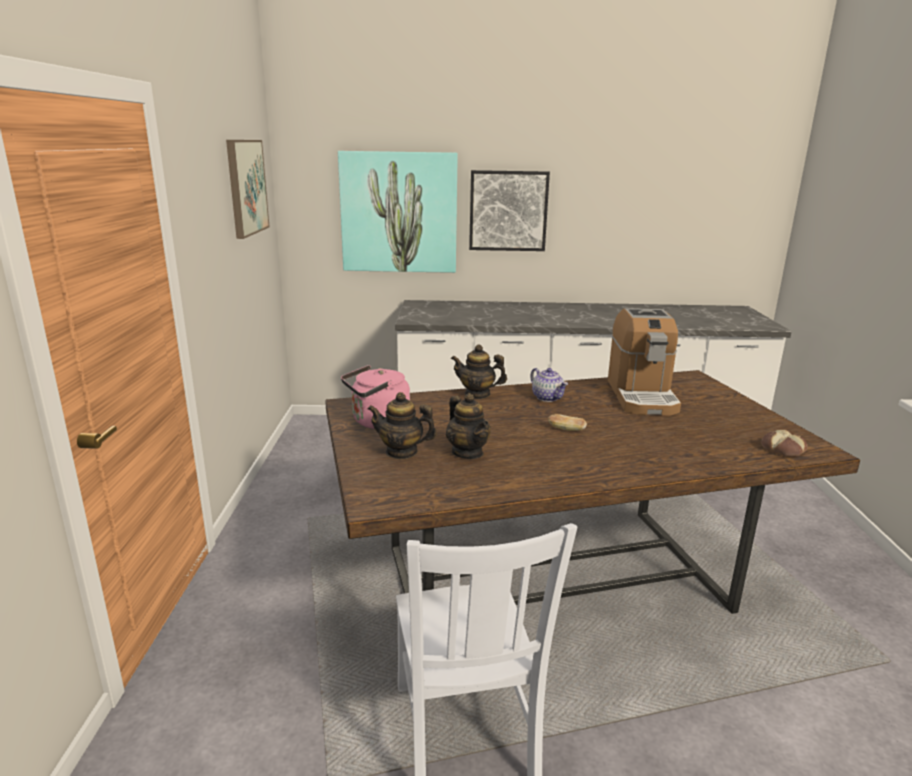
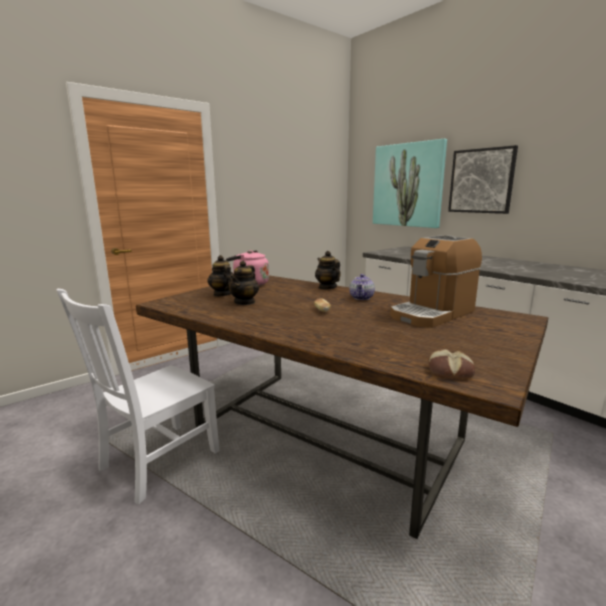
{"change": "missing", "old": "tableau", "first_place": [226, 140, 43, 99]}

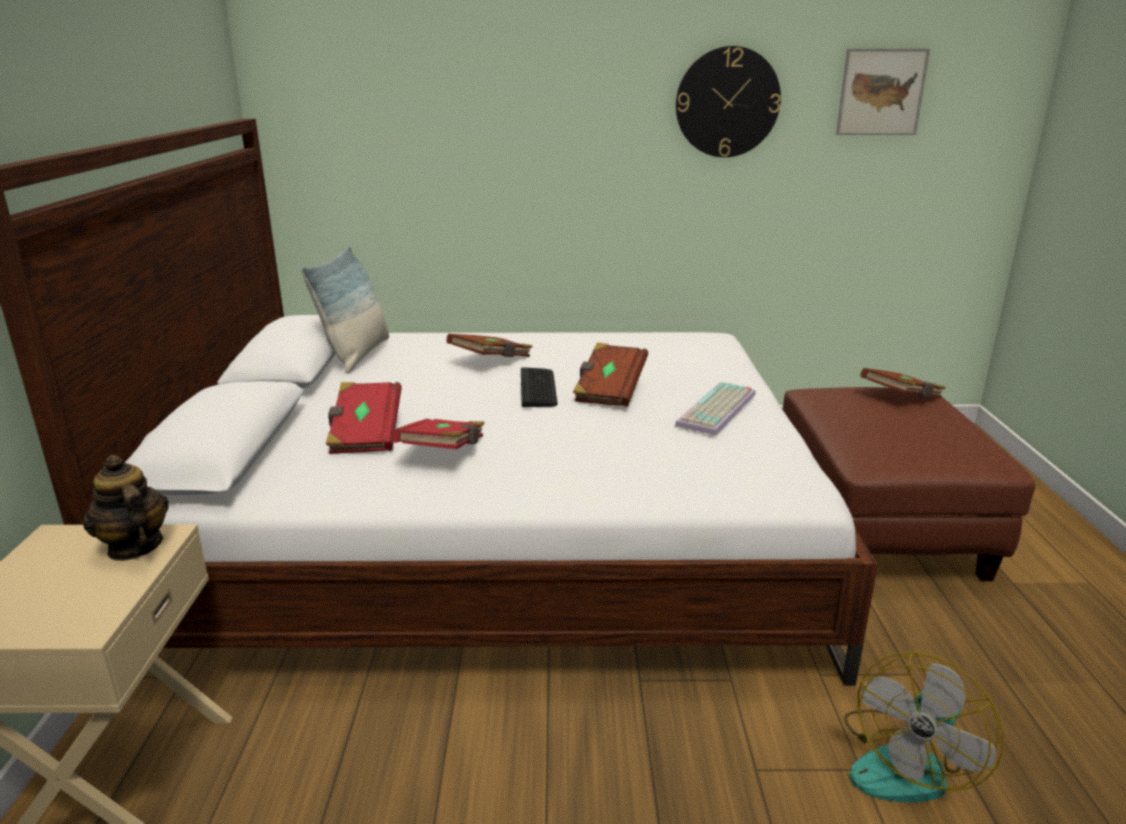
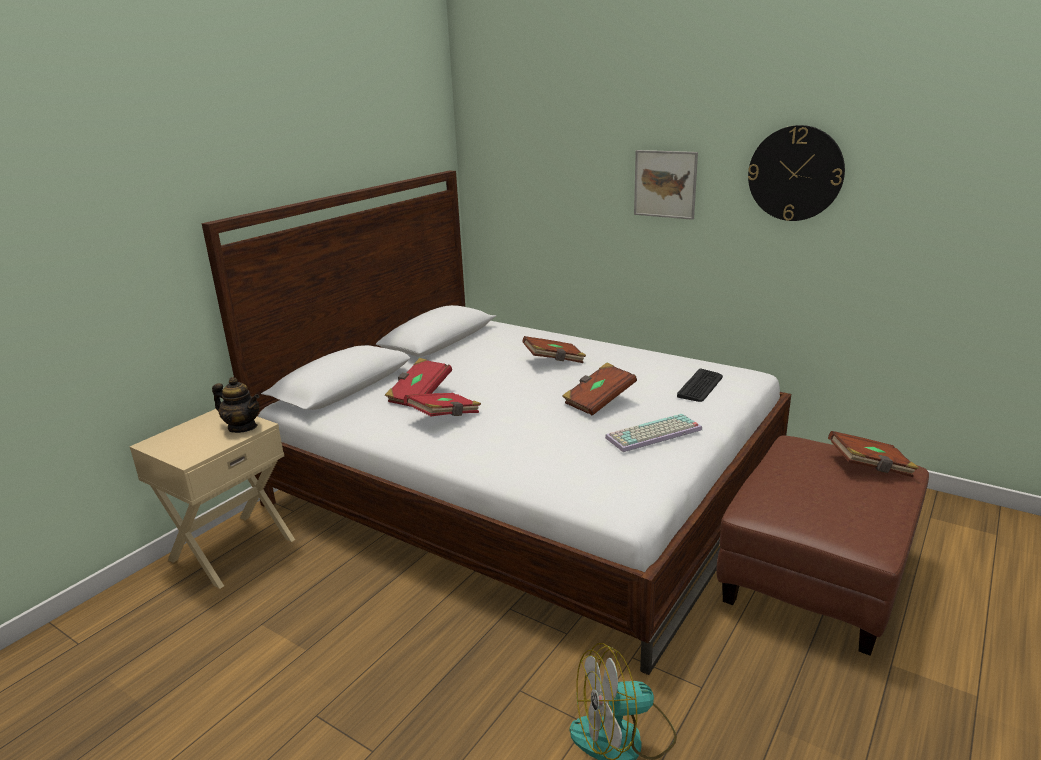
{"change": "spun", "old": "théière", "first_place": [83, 455, 86, 106], "second_place": [212, 377, 48, 56], "degrees": 120}
{"change": "missing", "old": "coussin", "first_place": [301, 247, 88, 126]}
{"change": "relocated", "old": "clavier", "first_place": [521, 367, 37, 40], "second_place": [677, 369, 46, 33]}
{"change": "relocated", "old": "tableau", "first_place": [836, 48, 94, 87], "second_place": [634, 150, 64, 70]}

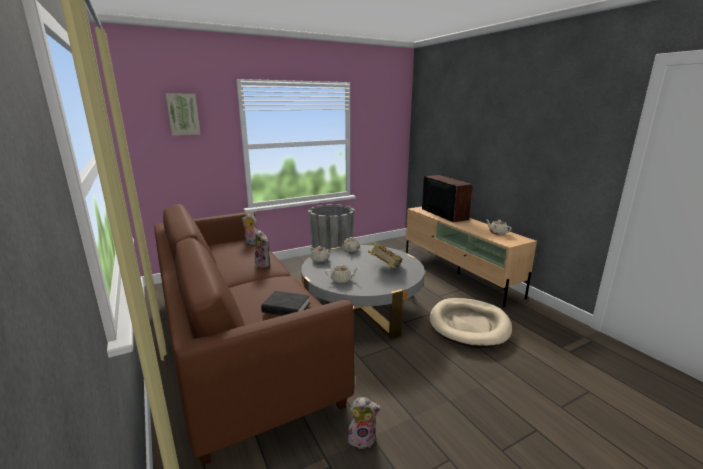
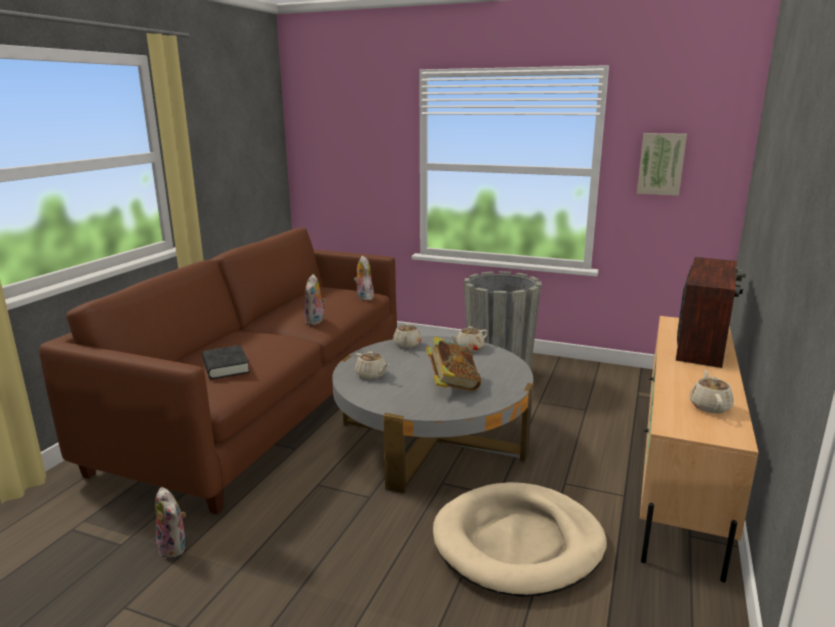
{"change": "relocated", "old": "tableau", "first_place": [165, 93, 35, 43], "second_place": [637, 133, 50, 63]}

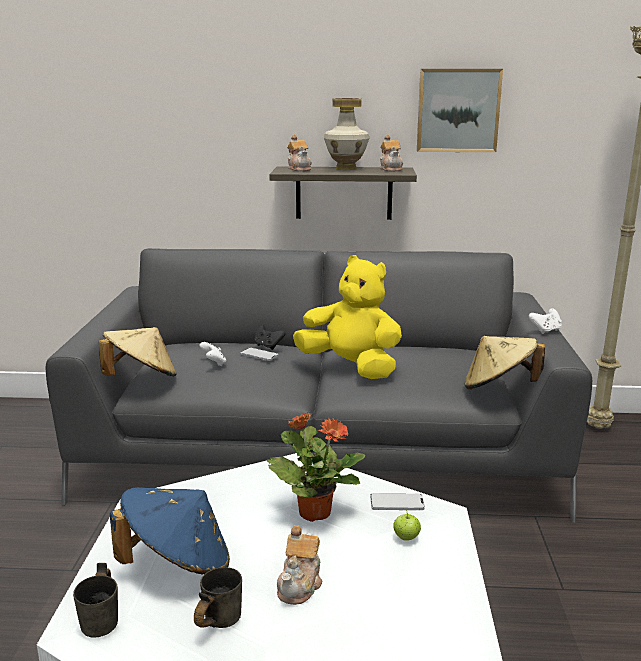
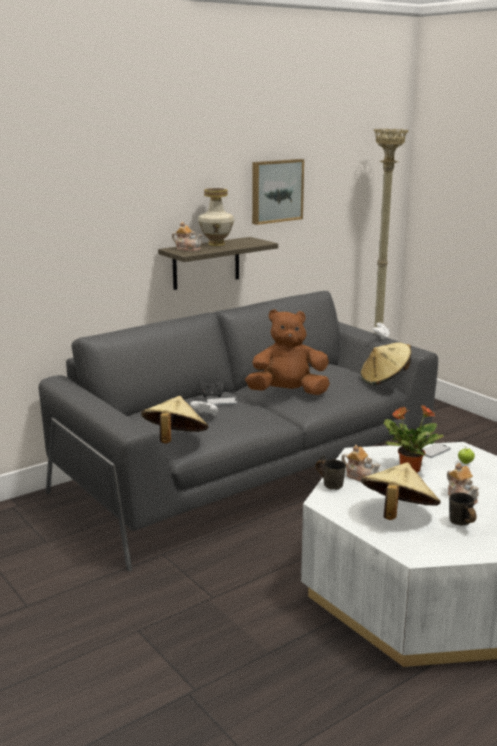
{"change": "relocated", "old": "mug/gris", "first_place": [73, 563, 45, 75], "second_place": [316, 455, 30, 35]}
{"change": "colour", "old": "chapeau/bleu", "new": "chapeau/beige", "first_place": [110, 487, 120, 88], "second_place": [361, 462, 80, 58]}
{"change": "colour", "old": "peluche/jaune", "new": "peluche/marron", "first_place": [293, 255, 109, 124], "second_place": [245, 309, 85, 86]}
{"change": "relocated", "old": "théière", "first_place": [380, 134, 23, 37], "second_place": [341, 445, 39, 37]}

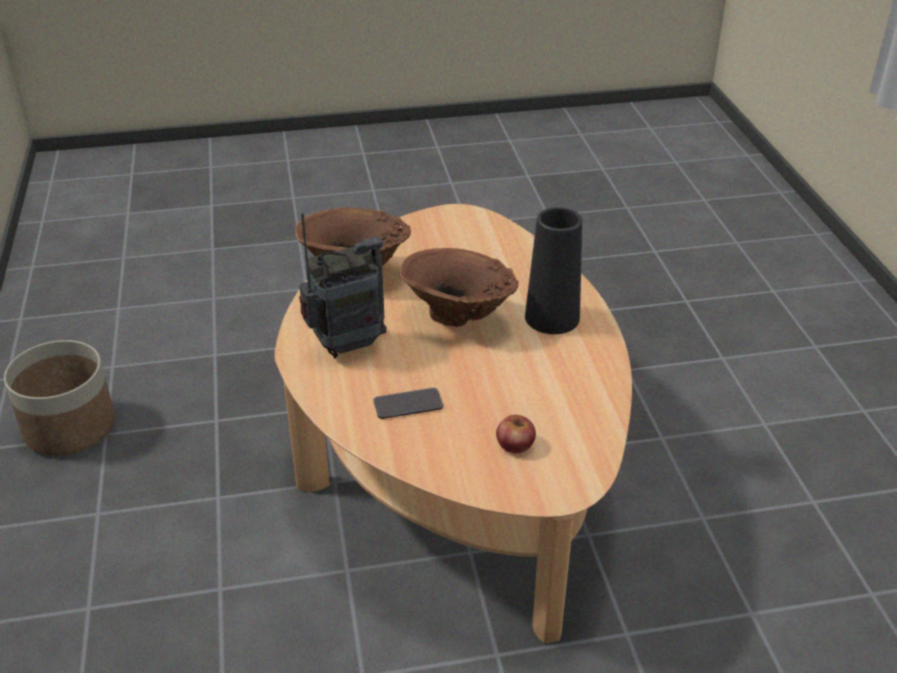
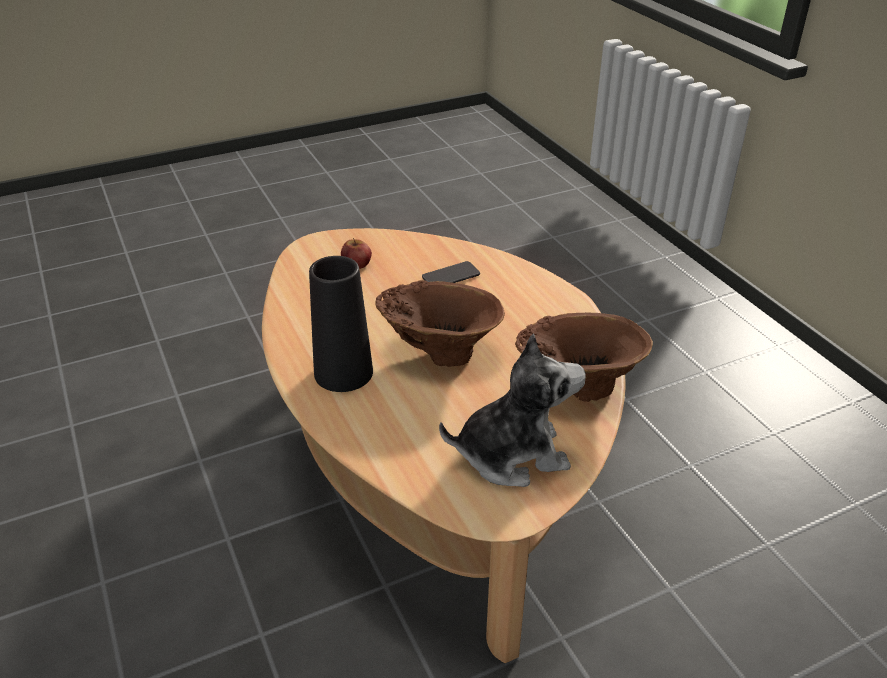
{"change": "missing", "old": "cache-pot", "first_place": [4, 340, 111, 116]}
{"change": "missing", "old": "radio", "first_place": [299, 212, 88, 147]}
{"change": "appeared", "new": "peluche", "second_place": [439, 334, 147, 153]}

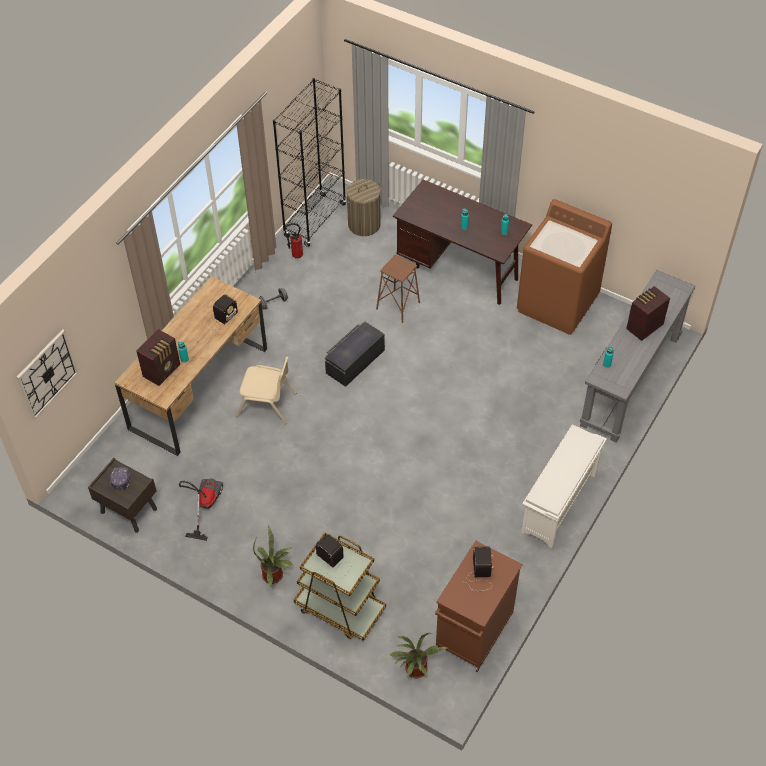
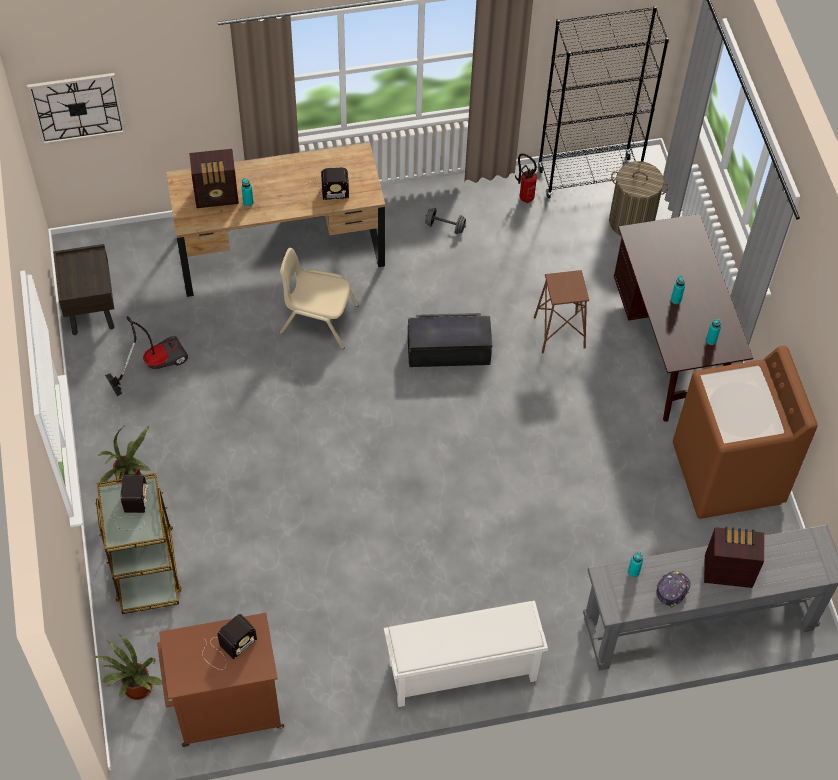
{"change": "relocated", "old": "casquette", "first_place": [109, 467, 21, 23], "second_place": [656, 571, 35, 37]}
{"change": "spun", "old": "chaise/beige", "first_place": [236, 356, 60, 68], "second_place": [280, 248, 79, 101], "degrees": 135}

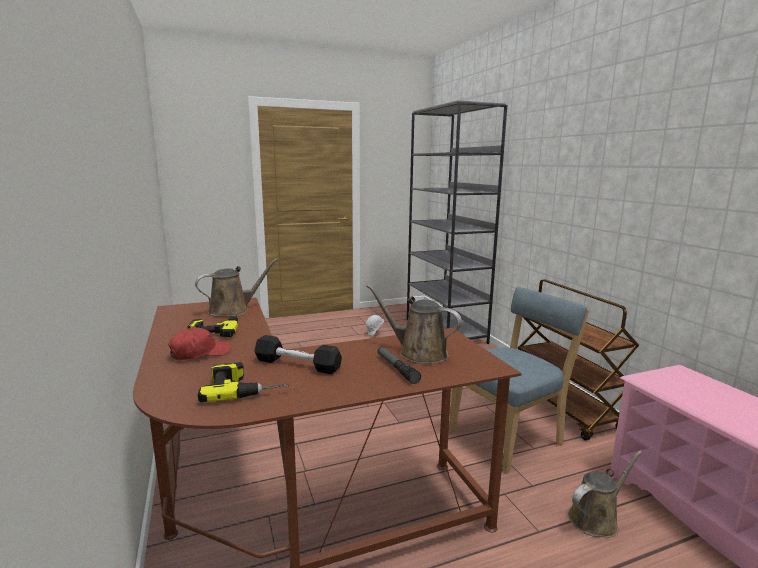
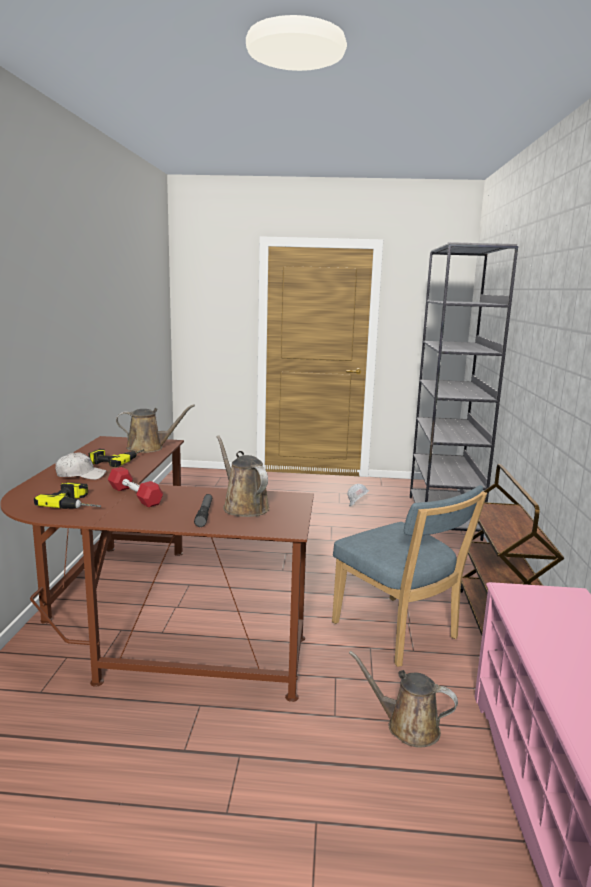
{"change": "colour", "old": "casquette/rouge", "new": "casquette/blanc", "first_place": [168, 327, 63, 33], "second_place": [55, 452, 52, 28]}
{"change": "colour", "old": "haltère/noir", "new": "haltère/rouge", "first_place": [254, 335, 88, 39], "second_place": [108, 467, 55, 40]}
{"change": "spun", "old": "chaise/bleu", "first_place": [449, 287, 140, 186], "second_place": [332, 485, 155, 182], "degrees": 60}
{"change": "spun", "old": "arrosoir/marron", "first_place": [568, 451, 74, 87], "second_place": [349, 650, 109, 97], "degrees": -150}

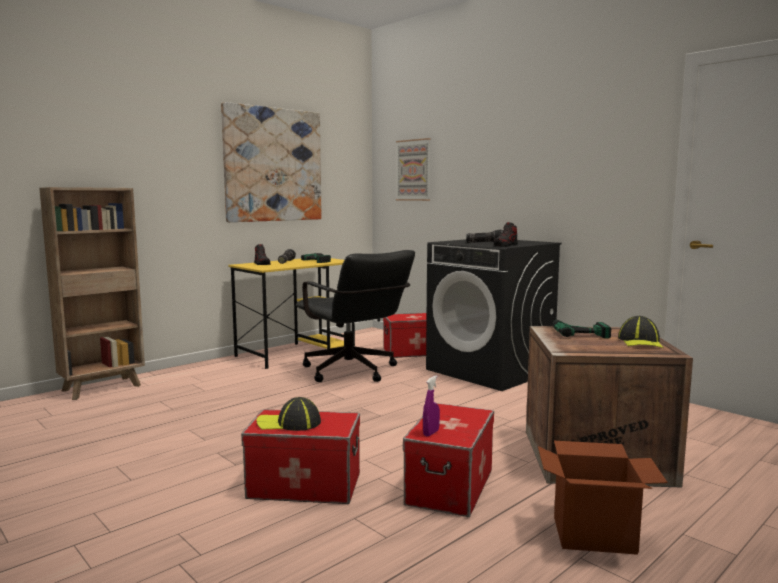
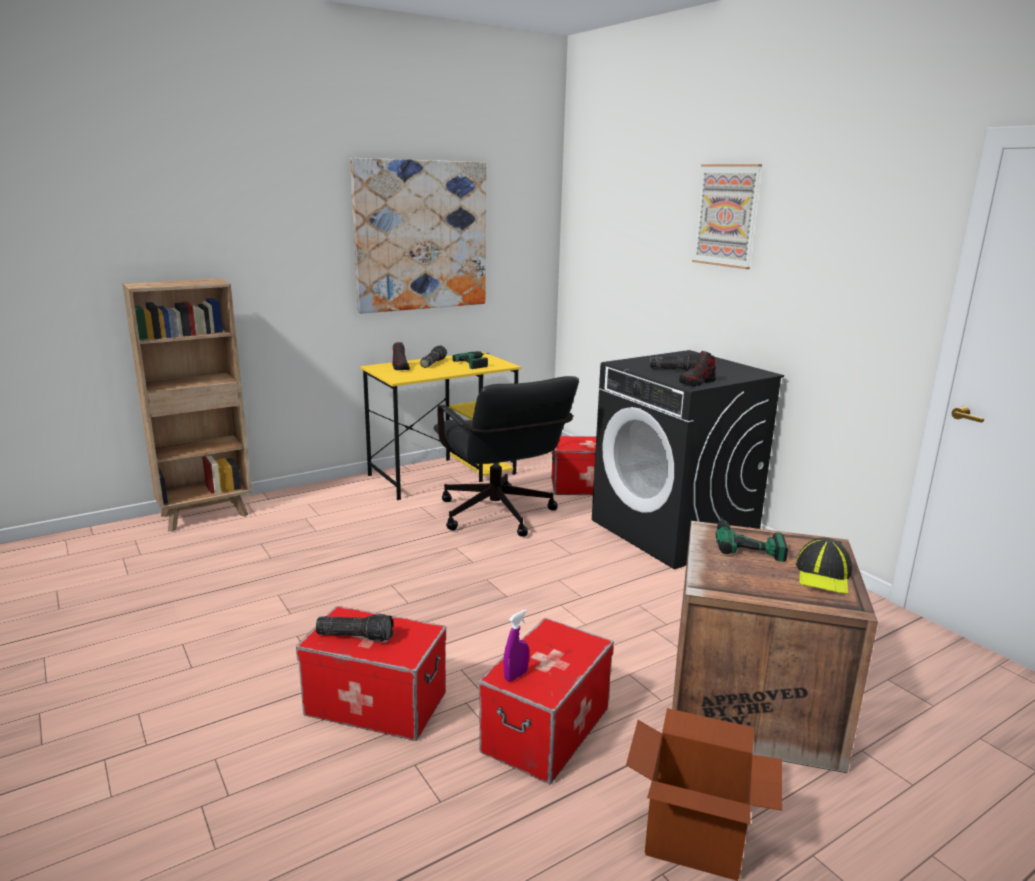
{"change": "exchanged", "old": "casquette", "new": "lampe de poche", "first_place": [256, 397, 65, 34], "second_place": [316, 614, 78, 27]}
{"change": "relocated", "old": "tableau", "first_place": [396, 138, 35, 63], "second_place": [692, 164, 70, 105]}

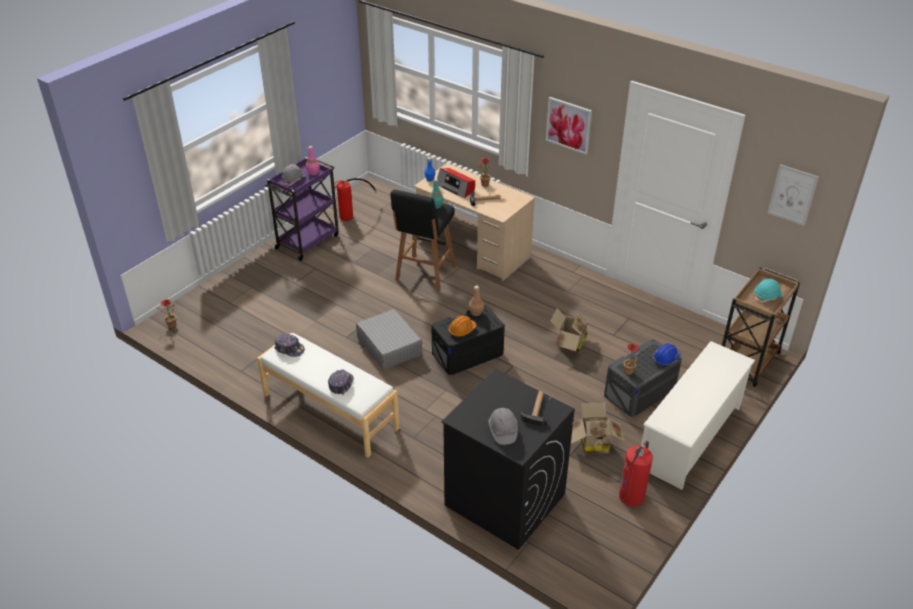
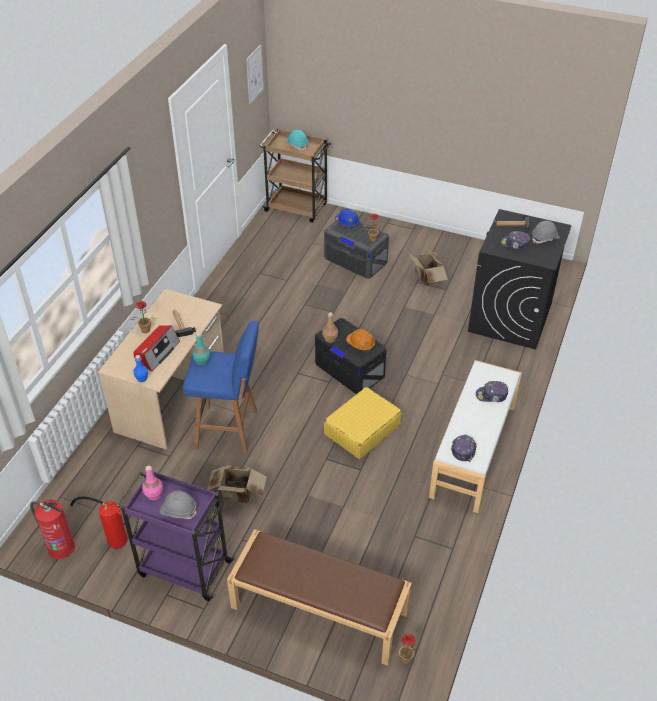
{"change": "colour", "old": "valise/gris", "new": "valise/jaune", "first_place": [356, 309, 66, 61], "second_place": [324, 387, 78, 72]}
{"change": "colour", "old": "tabouret/noir", "new": "tabouret/bleu", "first_place": [390, 190, 66, 101], "second_place": [183, 321, 76, 132]}
{"change": "missing", "old": "tableau", "first_place": [546, 97, 46, 58]}
{"change": "relocated", "old": "carton", "first_place": [550, 309, 39, 44], "second_place": [207, 465, 60, 40]}
{"change": "relocated", "old": "extincteur", "first_place": [619, 441, 34, 66], "second_place": [30, 500, 45, 59]}
{"change": "missing", "old": "étagère à chaussures/blanc", "first_place": [641, 341, 114, 149]}
{"change": "appeared", "new": "banc/marron", "second_place": [227, 529, 185, 137]}
{"change": "appeared", "new": "casquette", "second_place": [501, 231, 30, 19]}

